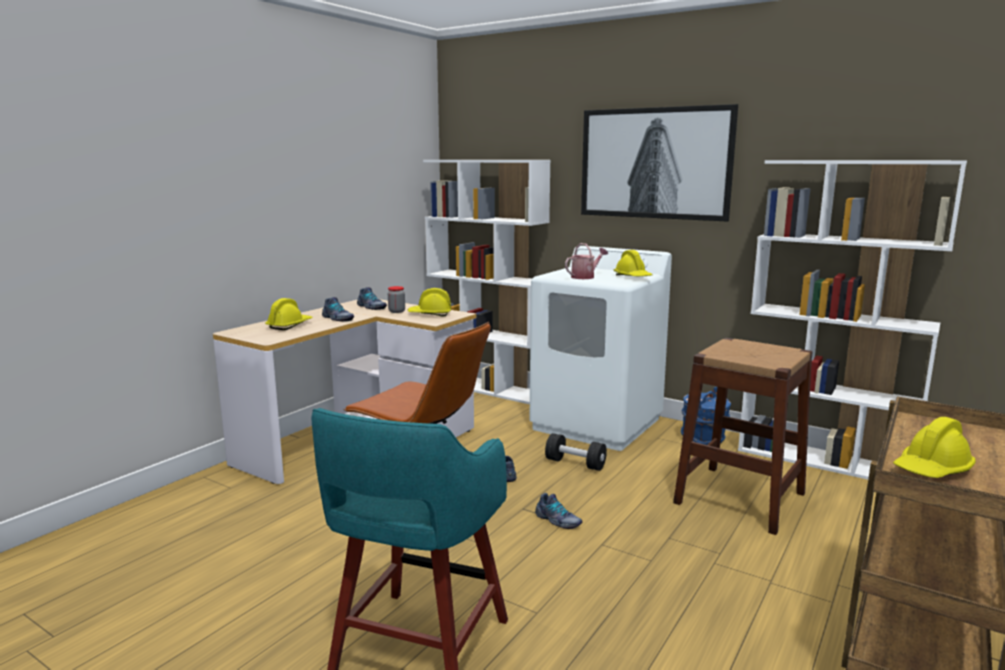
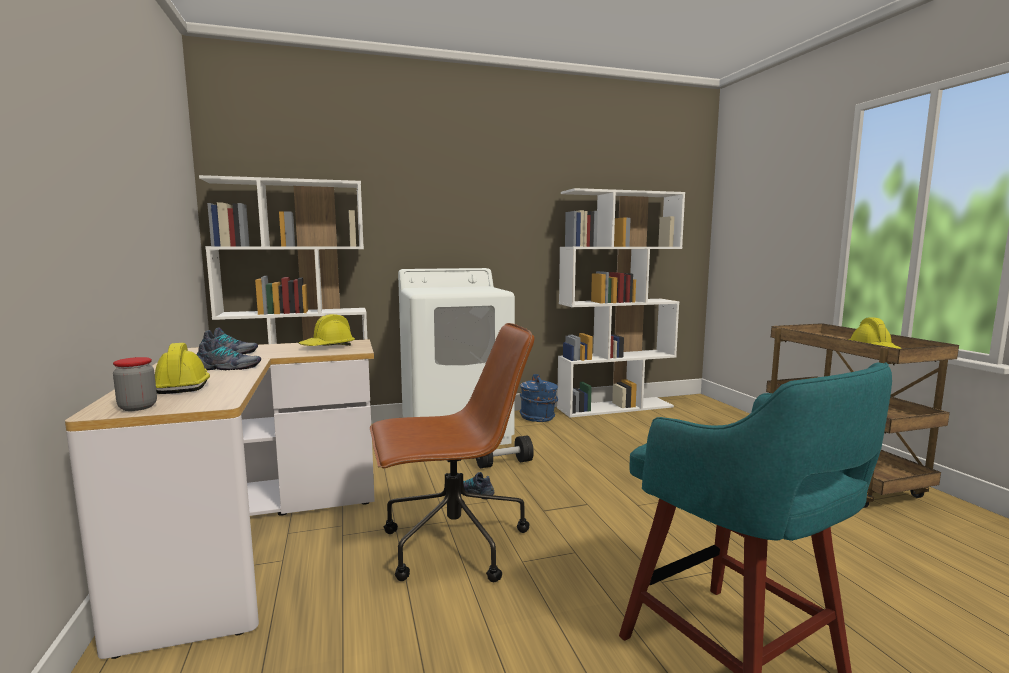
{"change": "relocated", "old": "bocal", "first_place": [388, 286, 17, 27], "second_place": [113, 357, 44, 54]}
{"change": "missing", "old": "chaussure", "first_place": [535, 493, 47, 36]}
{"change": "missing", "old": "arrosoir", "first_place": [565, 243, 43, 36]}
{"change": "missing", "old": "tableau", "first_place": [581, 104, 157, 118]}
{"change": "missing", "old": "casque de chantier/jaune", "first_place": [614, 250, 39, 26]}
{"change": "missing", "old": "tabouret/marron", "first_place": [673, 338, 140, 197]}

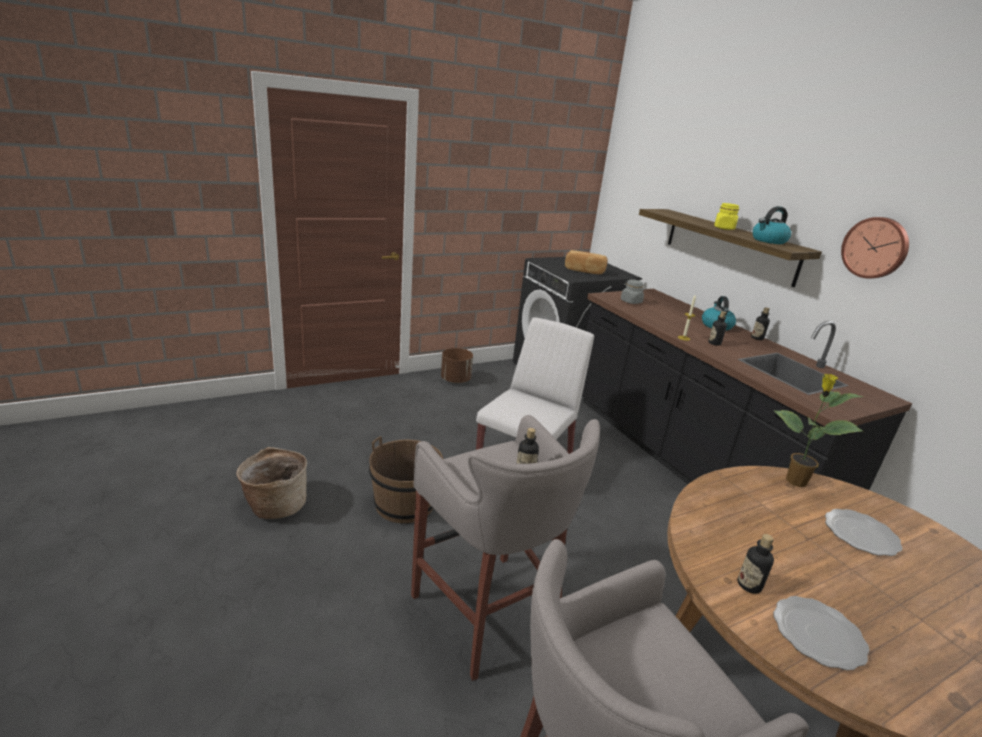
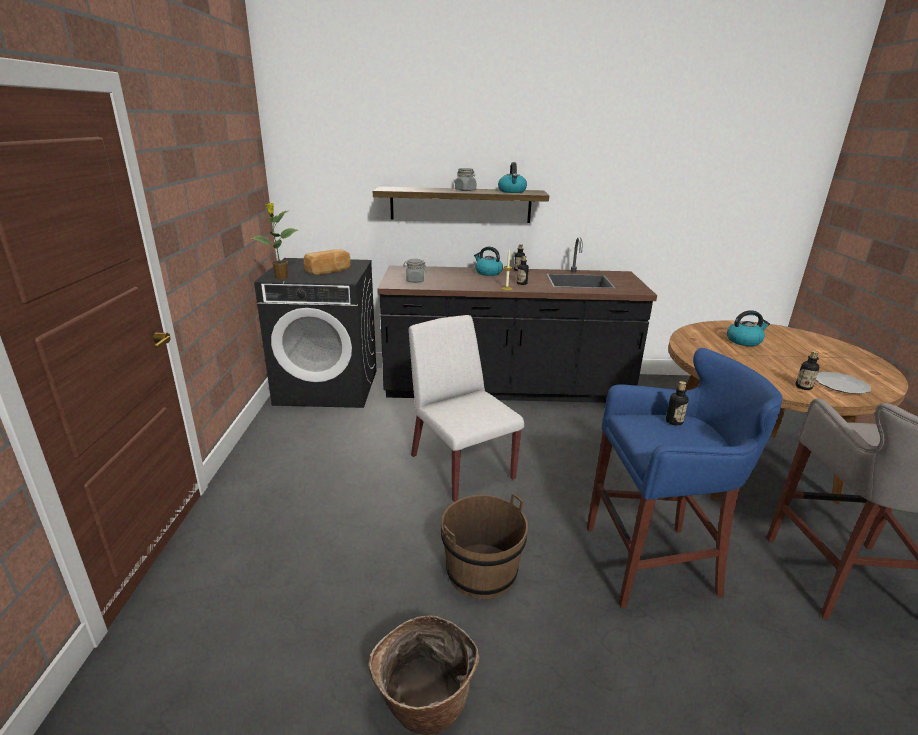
{"change": "colour", "old": "tabouret/gris", "new": "tabouret/bleu", "first_place": [411, 415, 189, 266], "second_place": [587, 348, 195, 260]}
{"change": "missing", "old": "cache-pot/marron", "first_place": [441, 348, 32, 35]}
{"change": "colour", "old": "bocal/jaune", "new": "bocal/gris", "first_place": [715, 203, 24, 27], "second_place": [455, 168, 21, 23]}
{"change": "relocated", "old": "plante en pot", "first_place": [773, 374, 91, 113], "second_place": [250, 203, 48, 76]}
{"change": "exchanged", "old": "assiette", "new": "bouilloire", "first_place": [825, 509, 78, 47], "second_place": [727, 310, 43, 36]}
{"change": "missing", "old": "horloge murale", "first_place": [841, 217, 68, 62]}

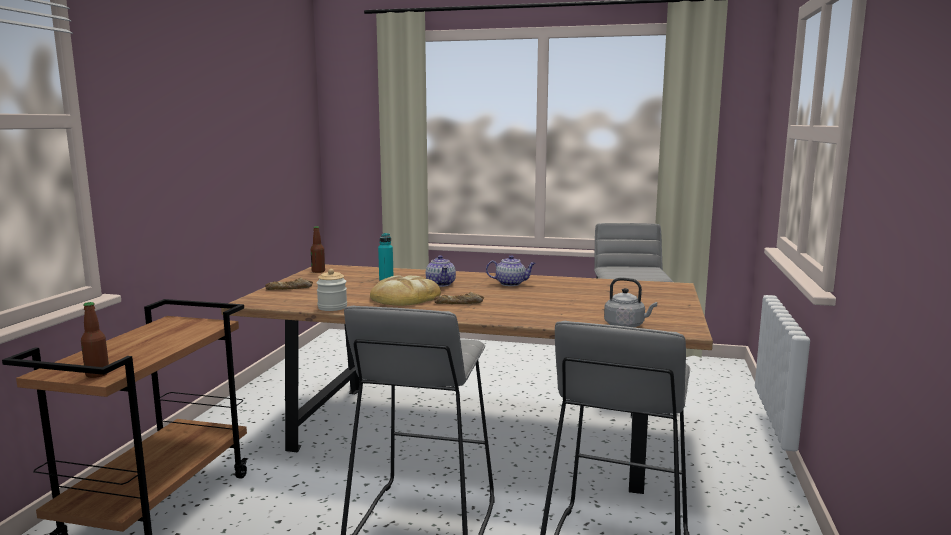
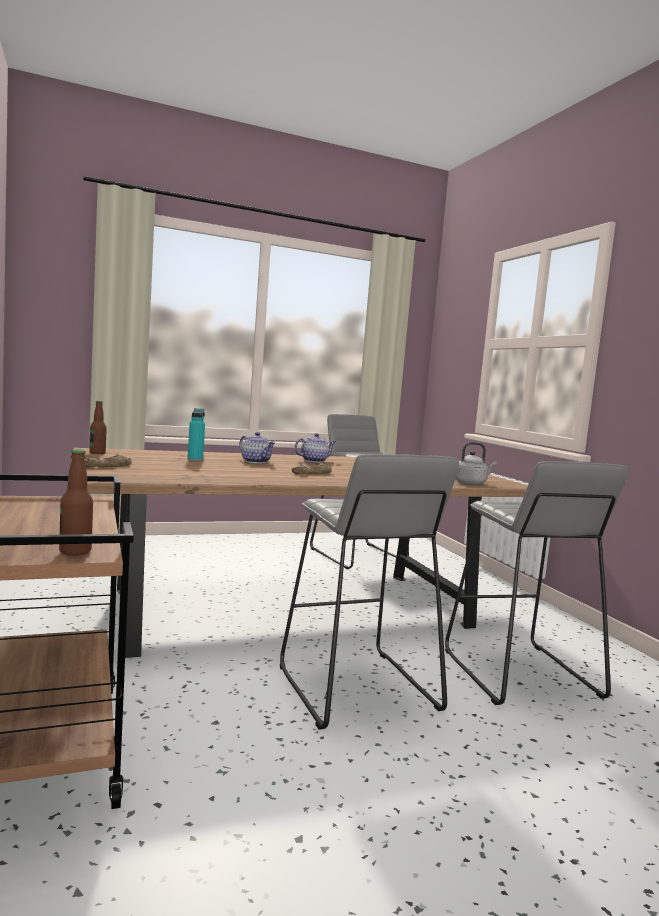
{"change": "missing", "old": "bocal", "first_place": [316, 269, 31, 42]}
{"change": "missing", "old": "pain", "first_place": [370, 275, 71, 31]}

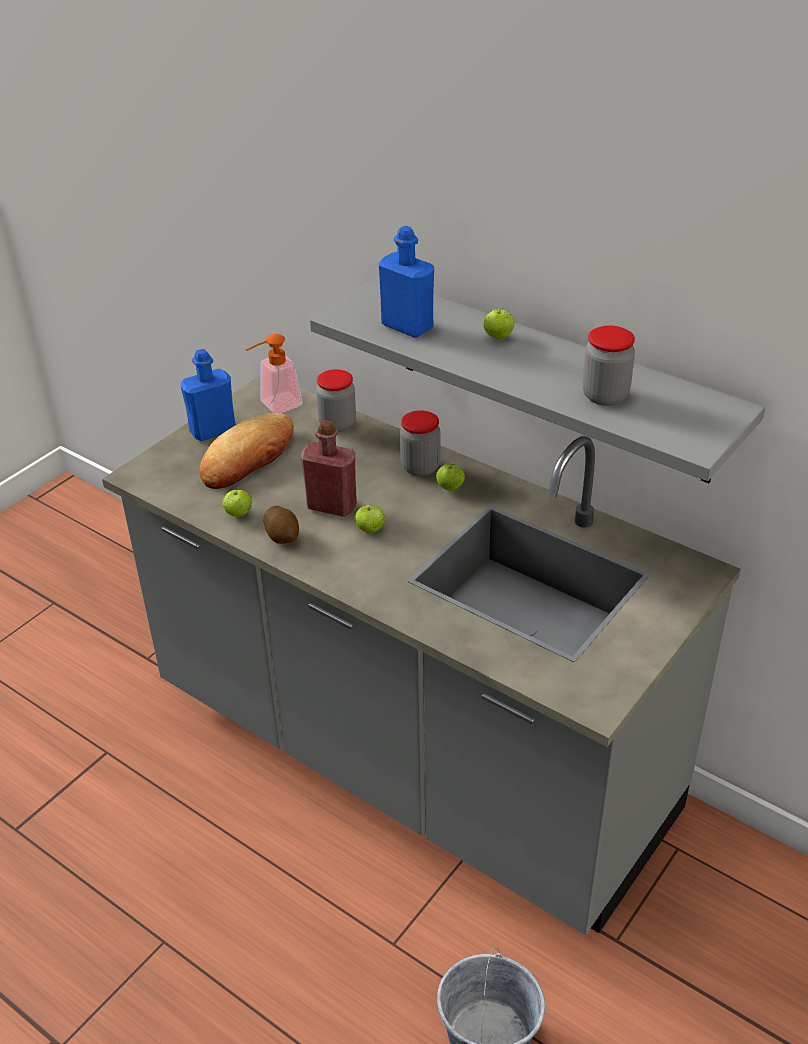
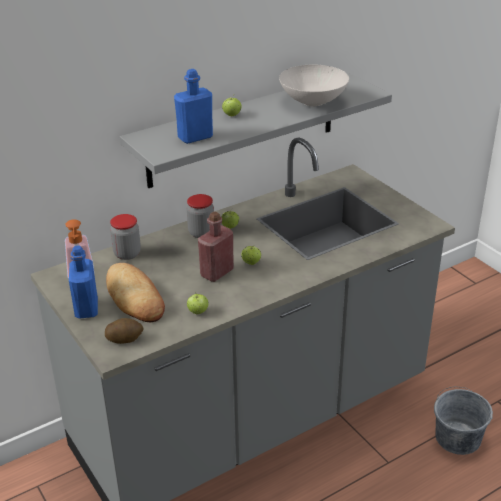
{"change": "relocated", "old": "pomme de terre", "first_place": [263, 506, 36, 38], "second_place": [105, 318, 39, 26]}
{"change": "exchanged", "old": "bocal", "new": "bol/blanc", "first_place": [582, 326, 53, 80], "second_place": [279, 65, 70, 42]}

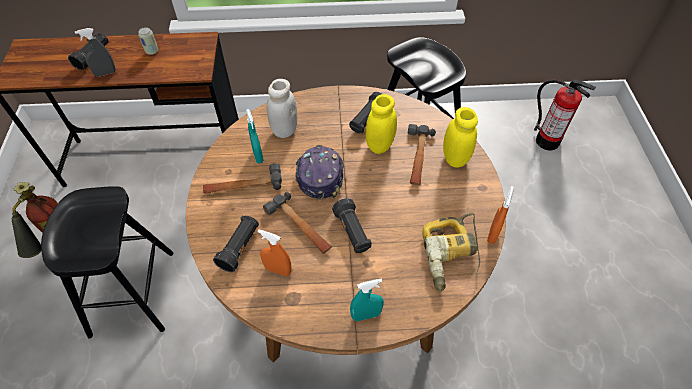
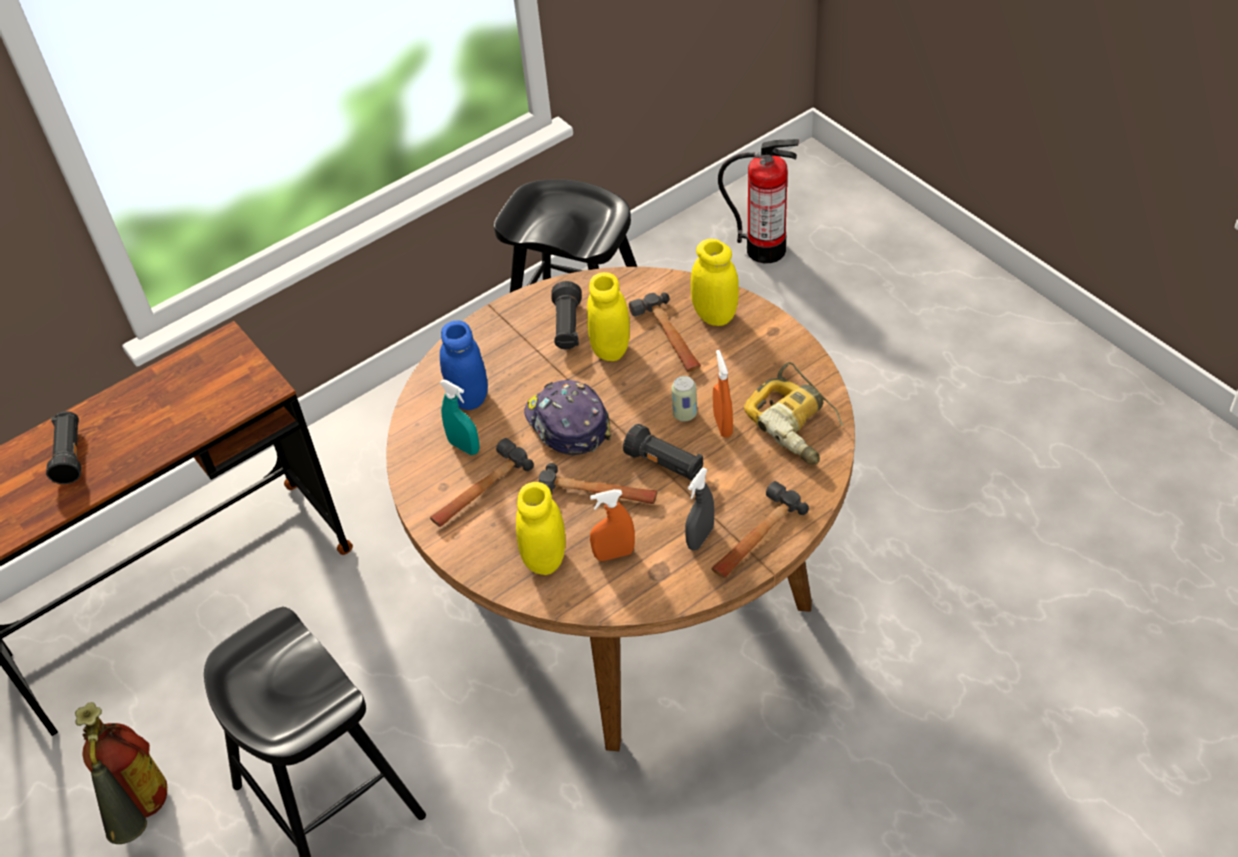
{"change": "relocated", "old": "vaporisateur/gris", "first_place": [75, 28, 41, 49], "second_place": [685, 468, 29, 83]}
{"change": "relocated", "old": "boîte métallique", "first_place": [138, 27, 21, 28], "second_place": [671, 376, 26, 45]}
{"change": "exchanged", "old": "lampe de poche/noir", "new": "bocal/jaune", "first_place": [213, 216, 46, 56], "second_place": [516, 482, 49, 93]}
{"change": "colour", "old": "bocal/blanc", "new": "bocal/bleu", "first_place": [267, 79, 30, 59], "second_place": [440, 320, 48, 90]}
{"change": "exchanged", "old": "vaporisateur/turquoise", "new": "marteau", "first_place": [350, 278, 34, 43], "second_place": [712, 481, 97, 97]}
{"change": "relocated", "old": "vaporisateur/orange", "first_place": [487, 186, 27, 58], "second_place": [713, 350, 20, 88]}

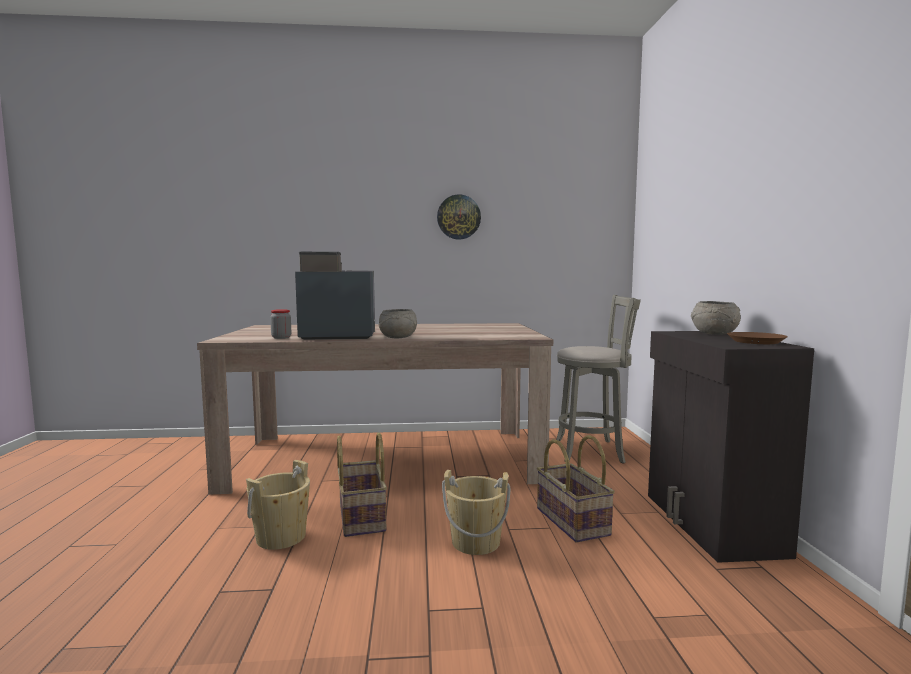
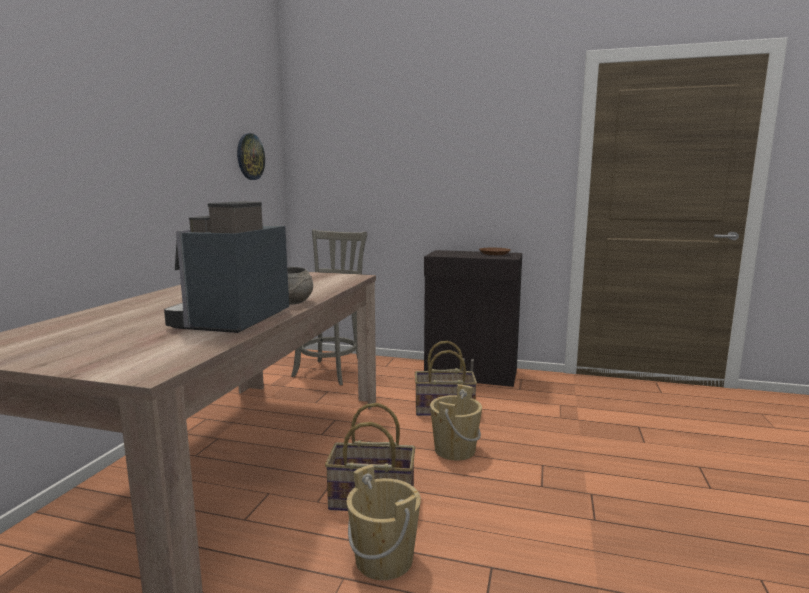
{"change": "missing", "old": "bocal", "first_place": [270, 309, 21, 30]}
{"change": "relocated", "old": "horloge murale", "first_place": [437, 195, 44, 44], "second_place": [237, 133, 28, 47]}
{"change": "missing", "old": "bol/gris", "first_place": [691, 301, 50, 34]}

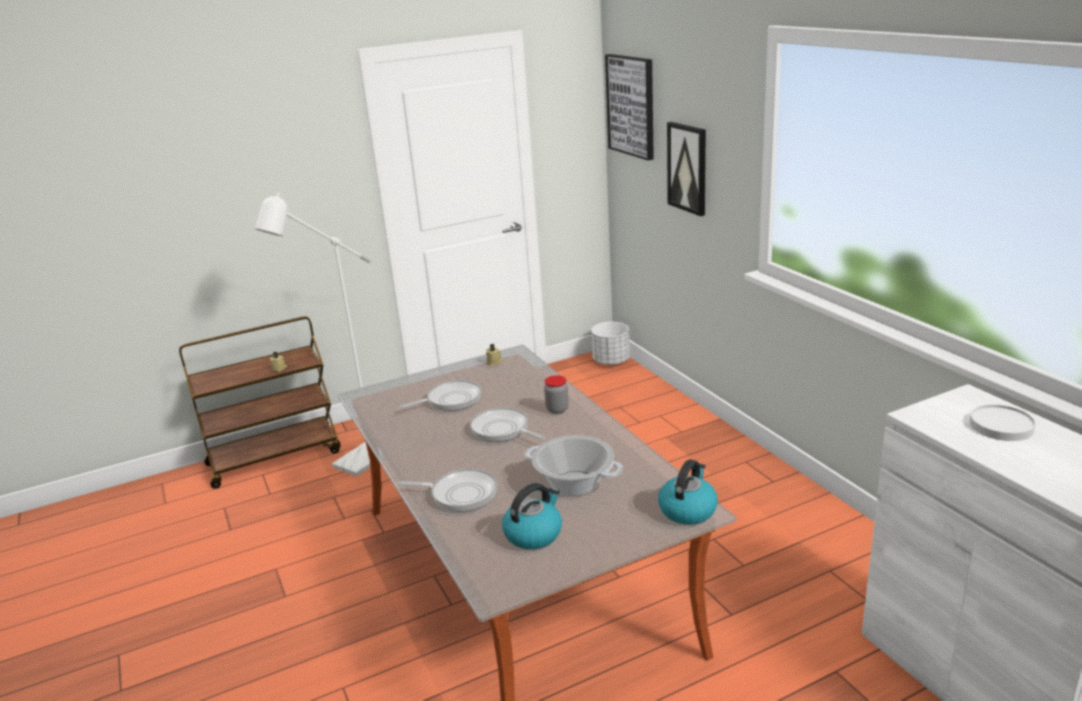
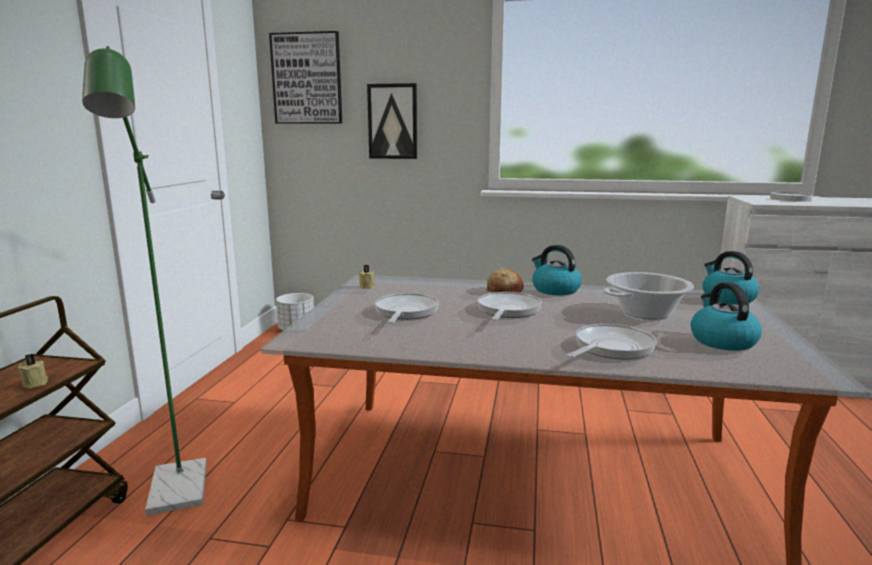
{"change": "colour", "old": "lampadaire/blanc", "new": "lampadaire/vert", "first_place": [255, 192, 116, 284], "second_place": [82, 46, 125, 469]}
{"change": "spun", "old": "poêle", "first_place": [470, 407, 76, 35], "second_place": [477, 292, 65, 29], "degrees": 120}
{"change": "exchanged", "old": "bocal", "new": "pain", "first_place": [544, 375, 25, 39], "second_place": [486, 268, 38, 25]}
{"change": "appeared", "new": "bouilloire", "second_place": [532, 245, 49, 50]}

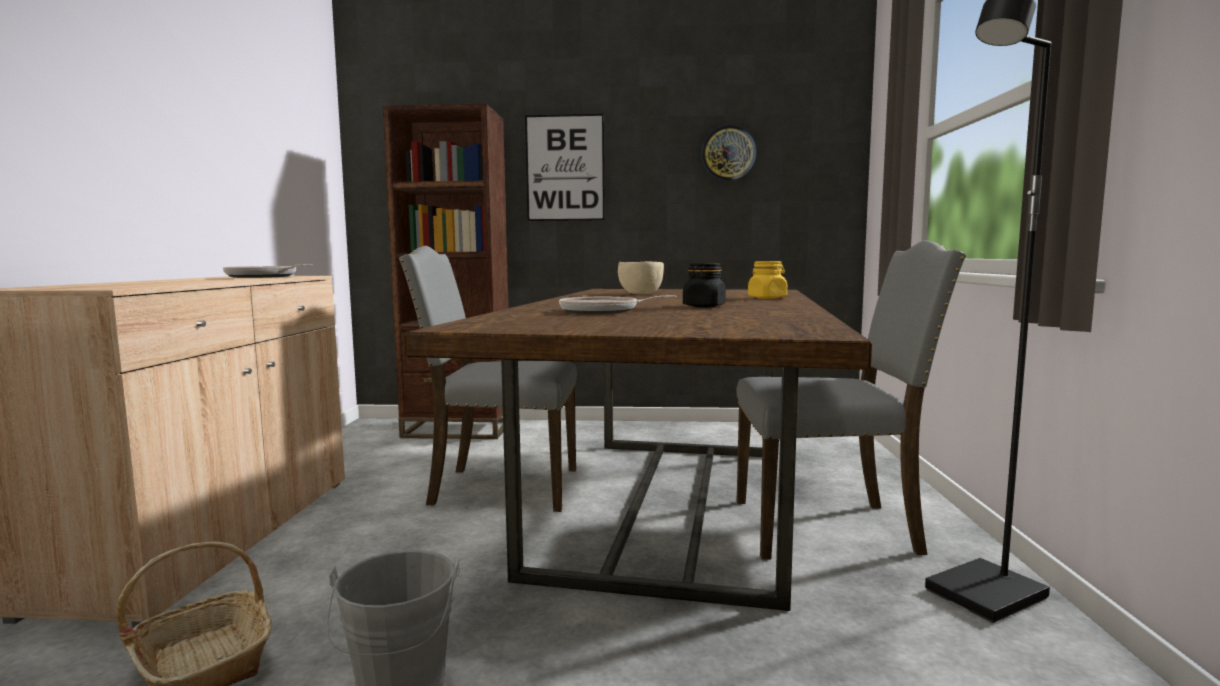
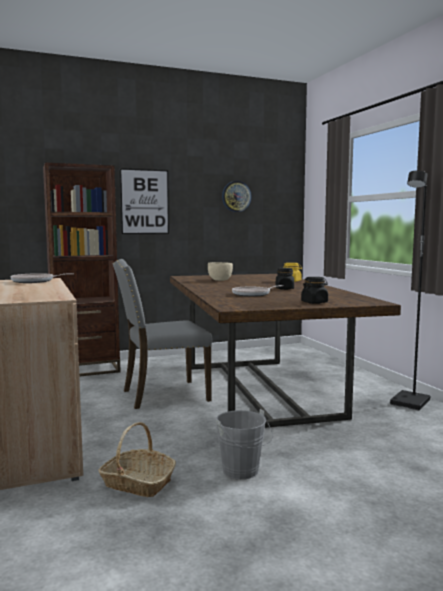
{"change": "missing", "old": "chaise/gris", "first_place": [736, 240, 230, 319]}
{"change": "appeared", "new": "bocal/noir", "second_place": [301, 277, 27, 27]}

